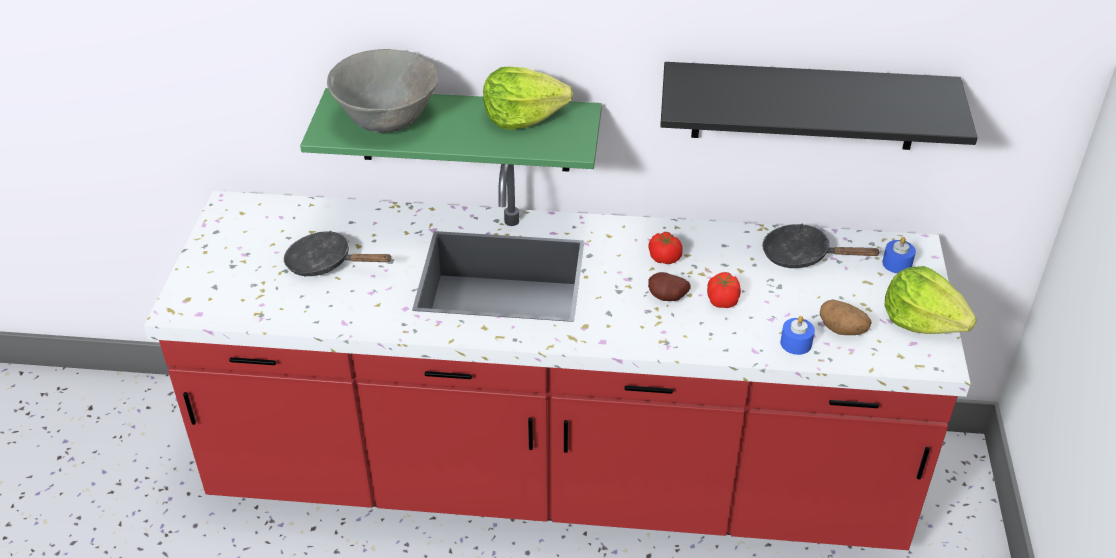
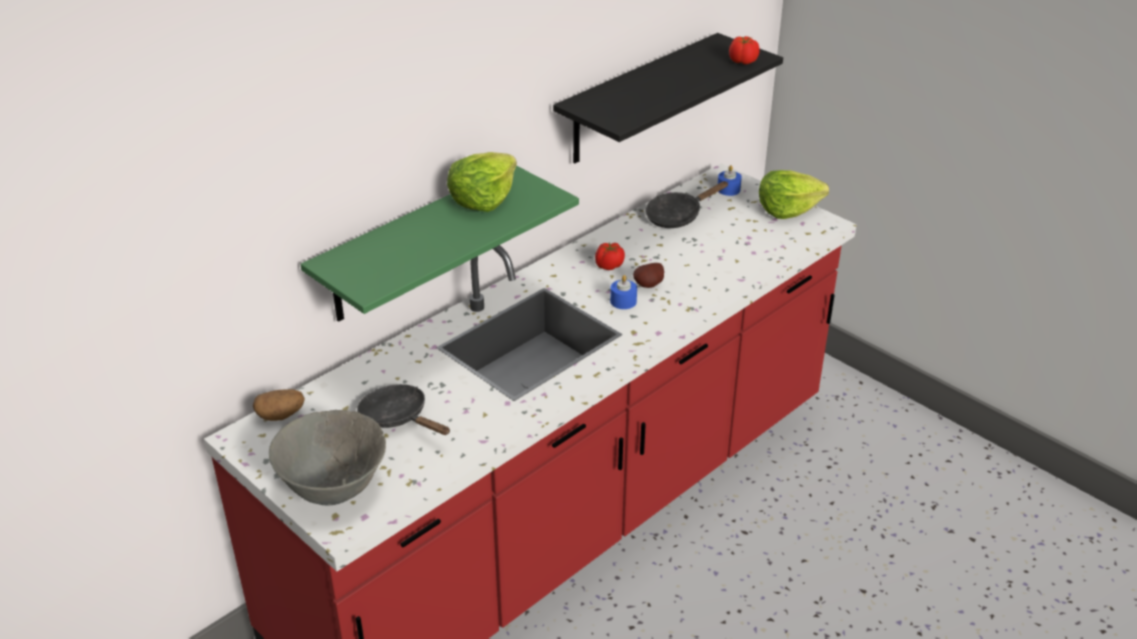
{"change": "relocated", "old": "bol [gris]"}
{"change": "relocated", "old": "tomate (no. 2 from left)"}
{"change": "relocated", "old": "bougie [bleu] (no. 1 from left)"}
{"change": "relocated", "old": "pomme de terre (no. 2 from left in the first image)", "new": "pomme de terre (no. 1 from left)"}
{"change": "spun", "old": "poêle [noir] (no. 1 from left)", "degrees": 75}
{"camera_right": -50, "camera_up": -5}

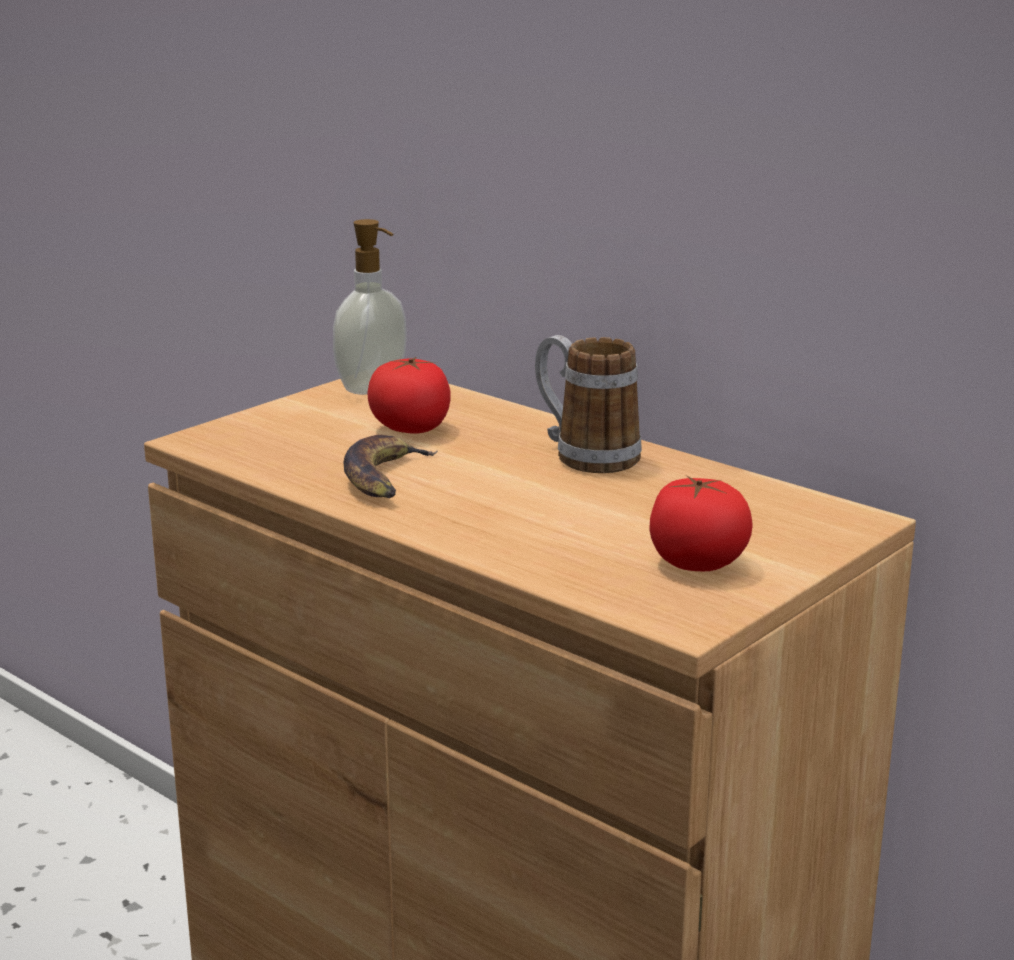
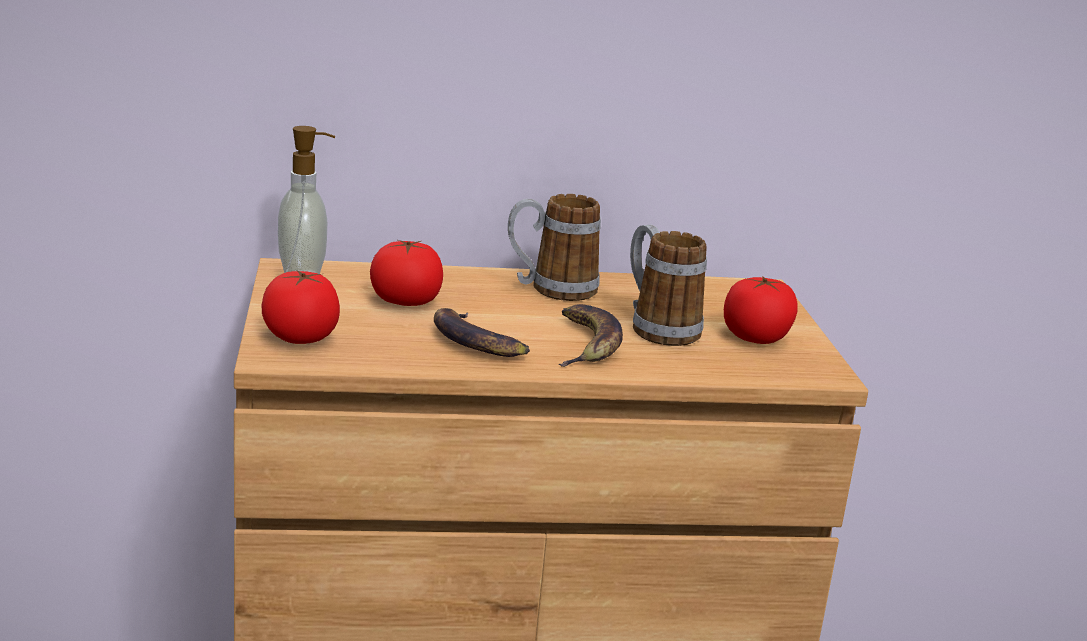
{"change": "appeared", "new": "tomate (no. 1 from left)"}
{"change": "appeared", "new": "banane (no. 2 from left)"}
{"change": "appeared", "new": "mug (no. 2 from left)"}
{"camera_right": -50, "camera_up": 0}

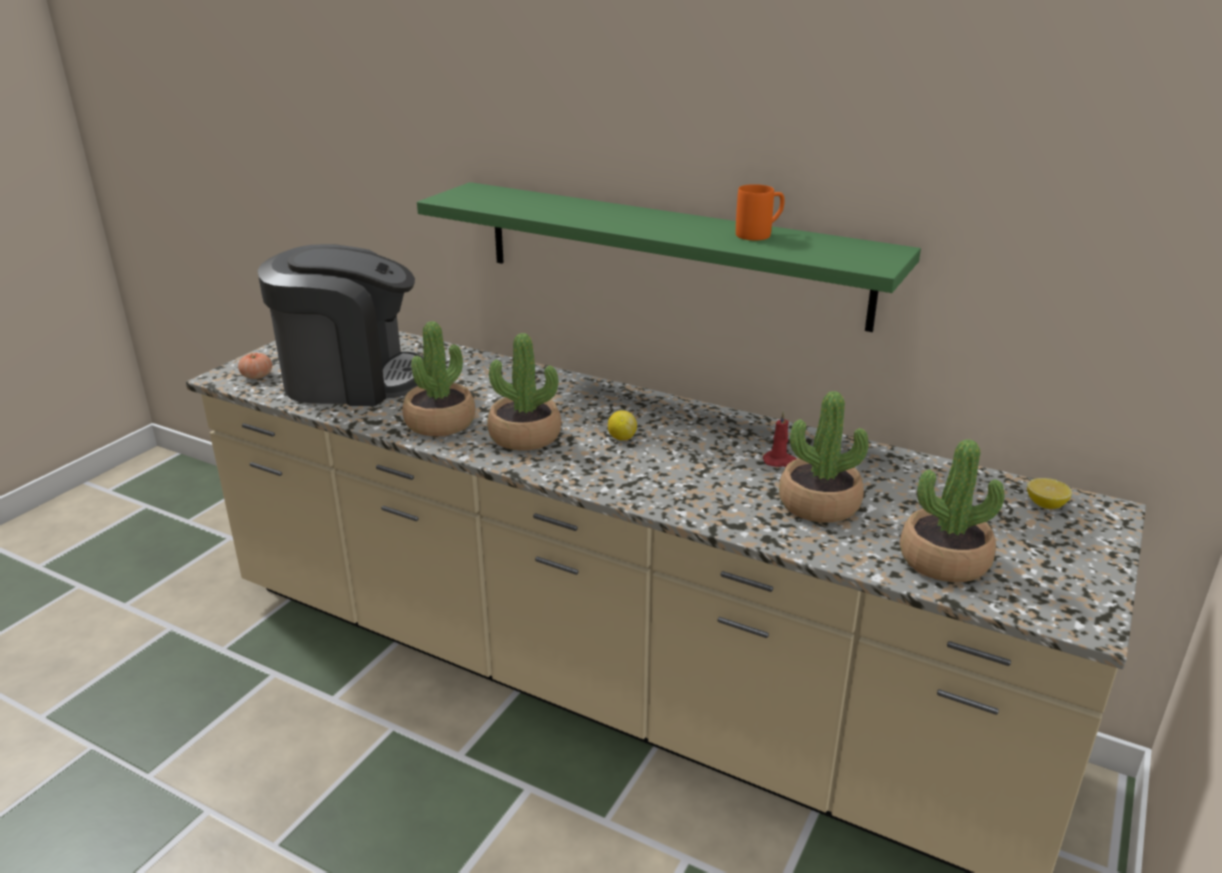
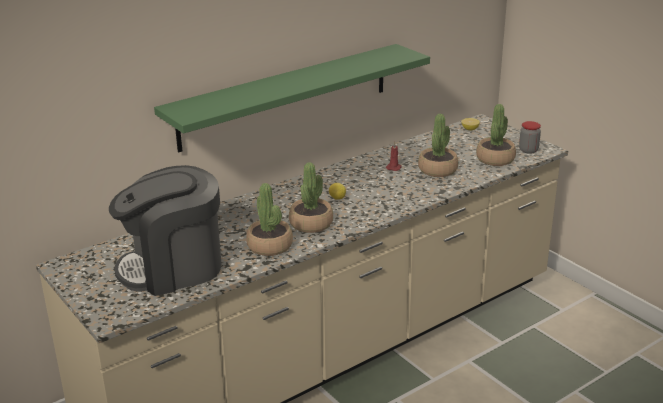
{"change": "missing", "old": "tomate"}
{"change": "missing", "old": "mug [orange]"}
{"change": "appeared", "new": "bocal"}
{"change": "spun", "old": "machine à café", "degrees": -135}
{"camera_right": -65, "camera_up": 0}

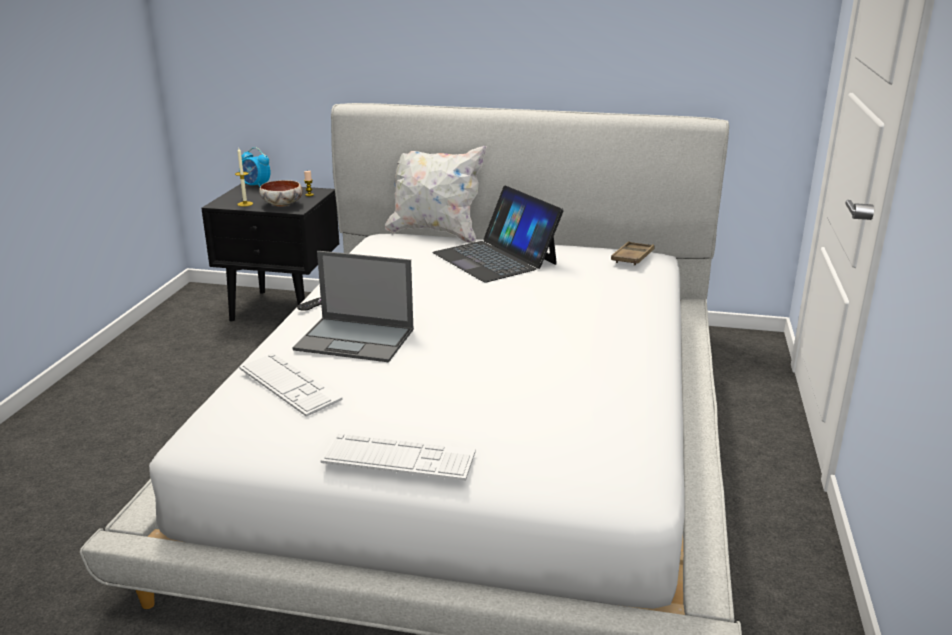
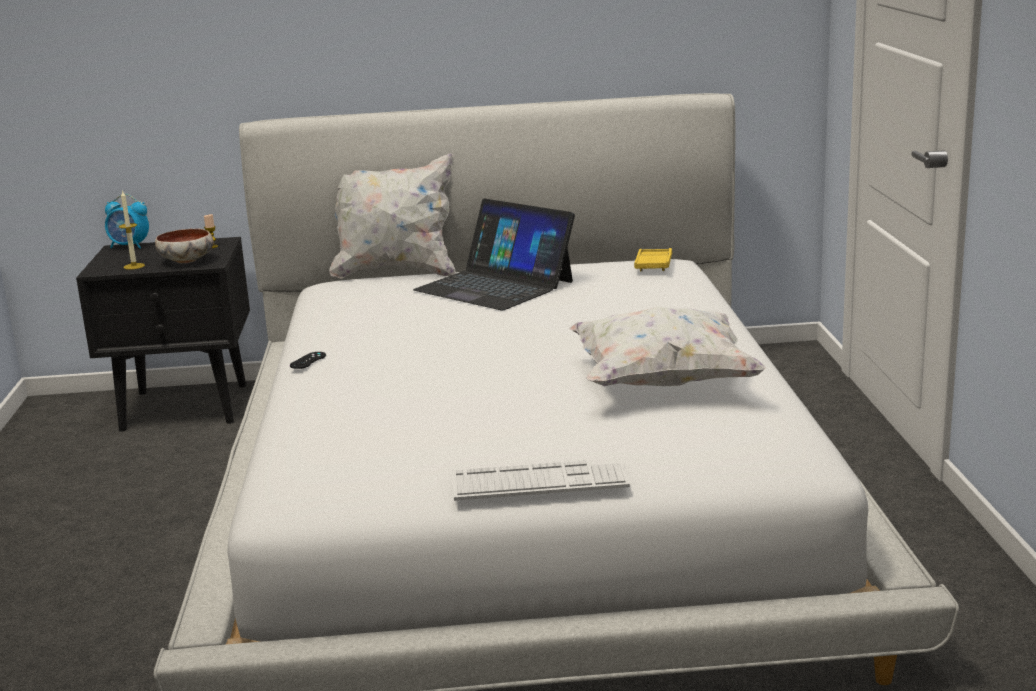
{"change": "missing", "old": "clavier (no. 1 from left)"}
{"change": "missing", "old": "ordinateur portable (no. 1 from left)"}
{"change": "appeared", "new": "coussin [blanc] (no. 2 from left)"}
{"change": "colour", "old": "plateau [marron]", "new": "plateau [jaune]"}
{"camera_right": -15, "camera_up": -5}

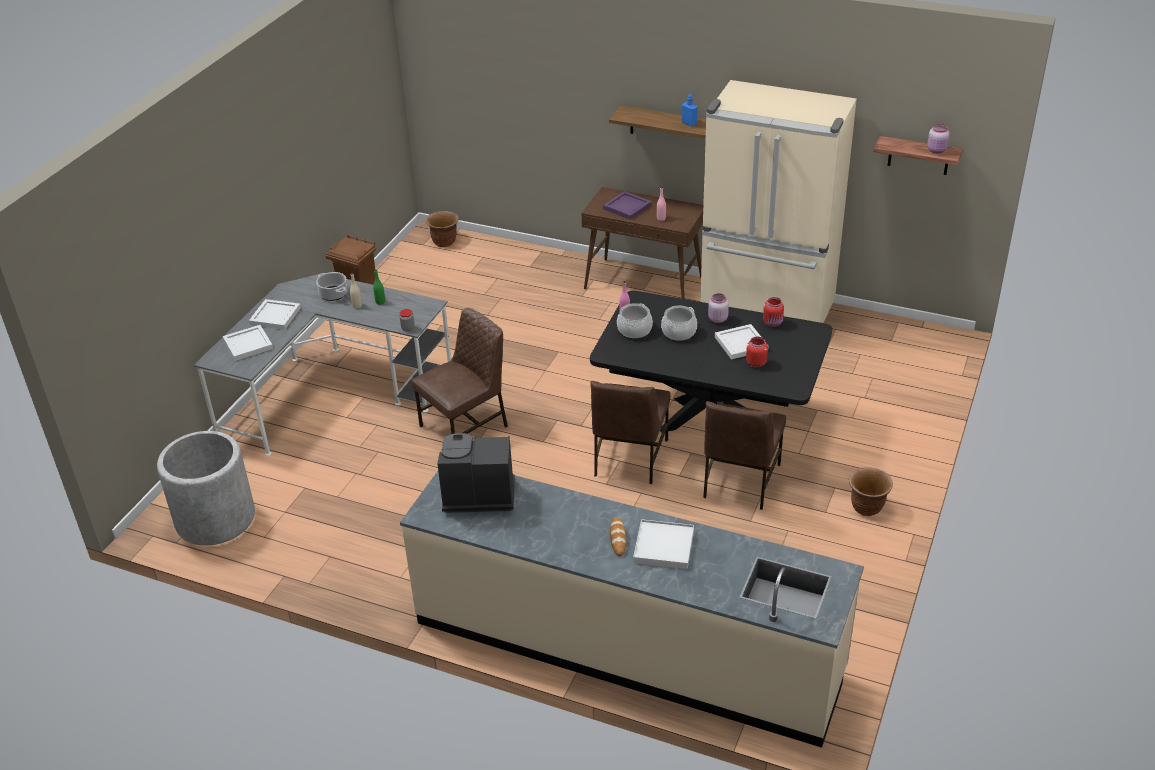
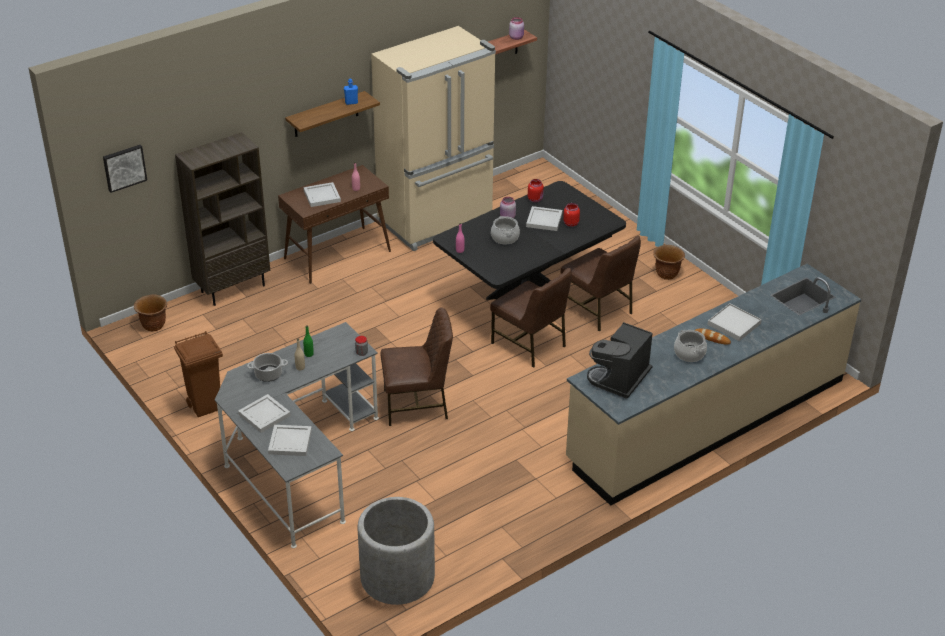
{"change": "appeared", "new": "tableau"}
{"change": "appeared", "new": "bibliothèque [marron]"}
{"change": "relocated", "old": "marmite (no. 2 from left in the first image)", "new": "marmite (no. 3 from left)"}
{"change": "colour", "old": "plateau [violet]", "new": "plateau [blanc] (no. 3 from left)"}
{"change": "spun", "old": "chaise [marron] (no. 1 from left)", "degrees": 90}
{"camera_right": -60, "camera_up": 0}

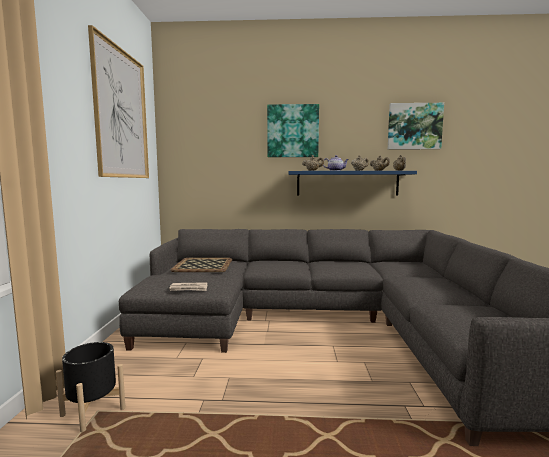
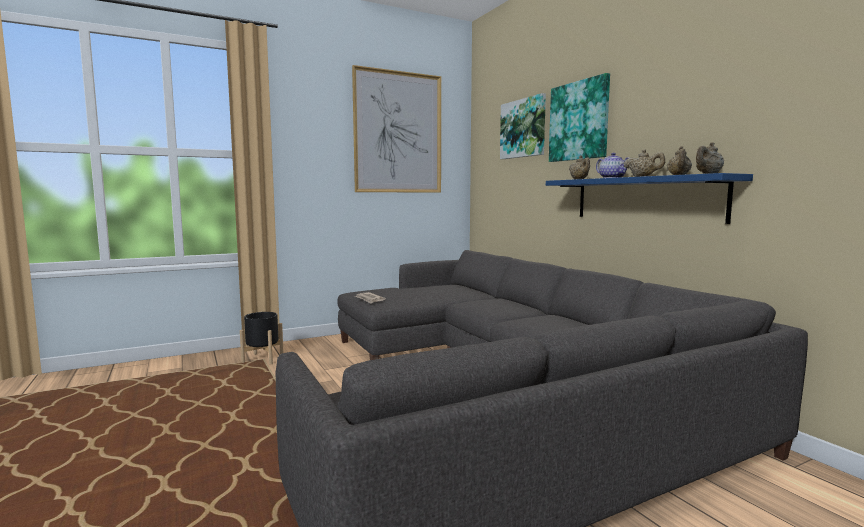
{"change": "missing", "old": "plateau"}
{"change": "relocated", "old": "tableau (no. 3 from left in the first image)", "new": "tableau (no. 2 from left)"}
{"camera_right": 60, "camera_up": 0}

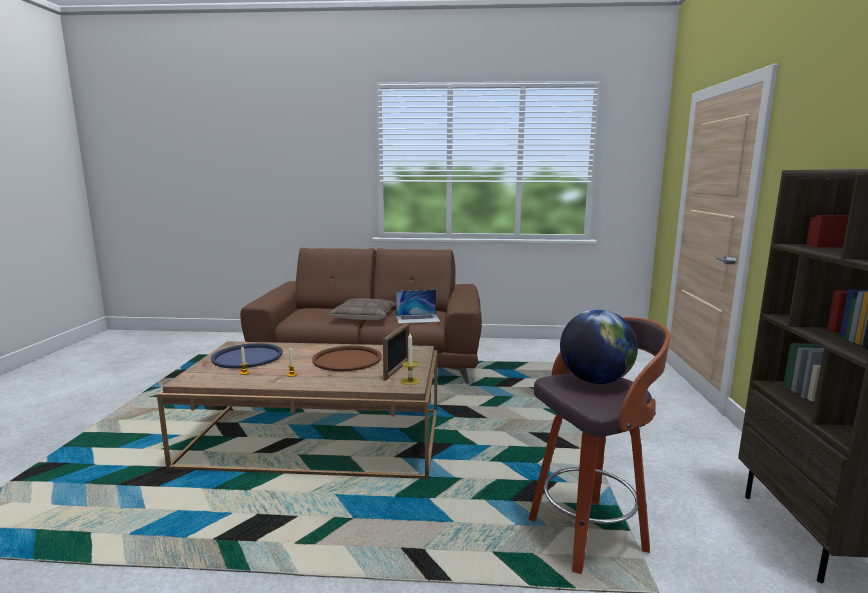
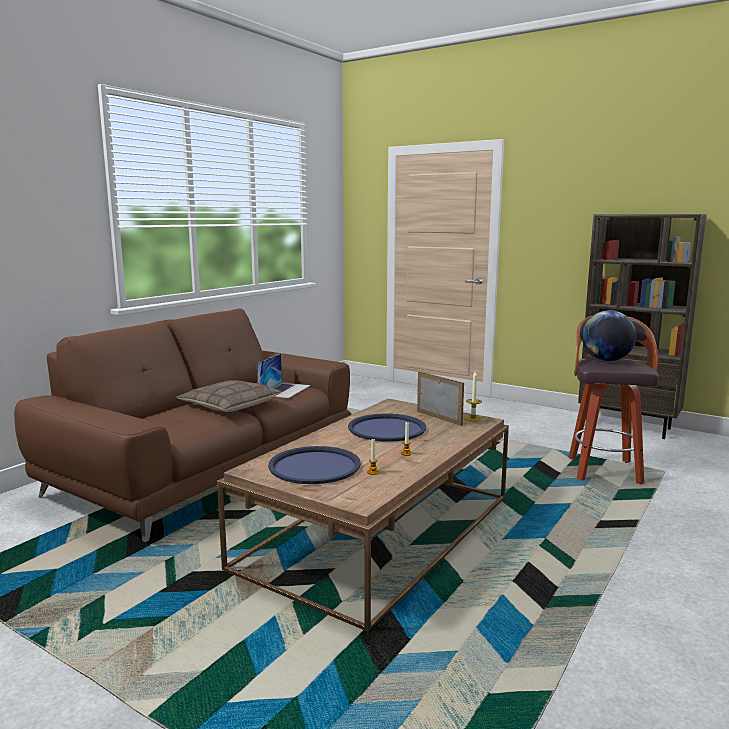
{"change": "colour", "old": "plateau [marron]", "new": "plateau [bleu] (no. 2 from left)"}
{"camera_right": -60, "camera_up": 0}

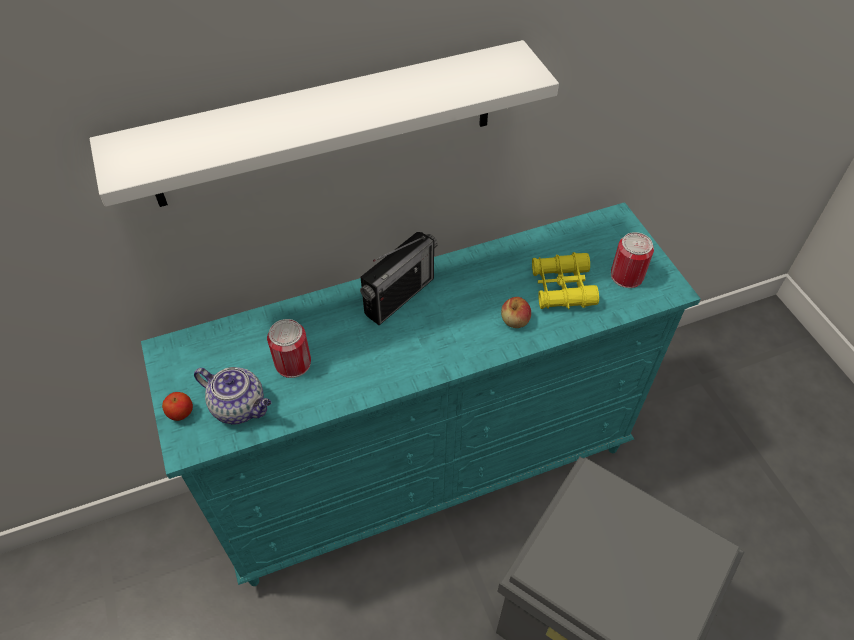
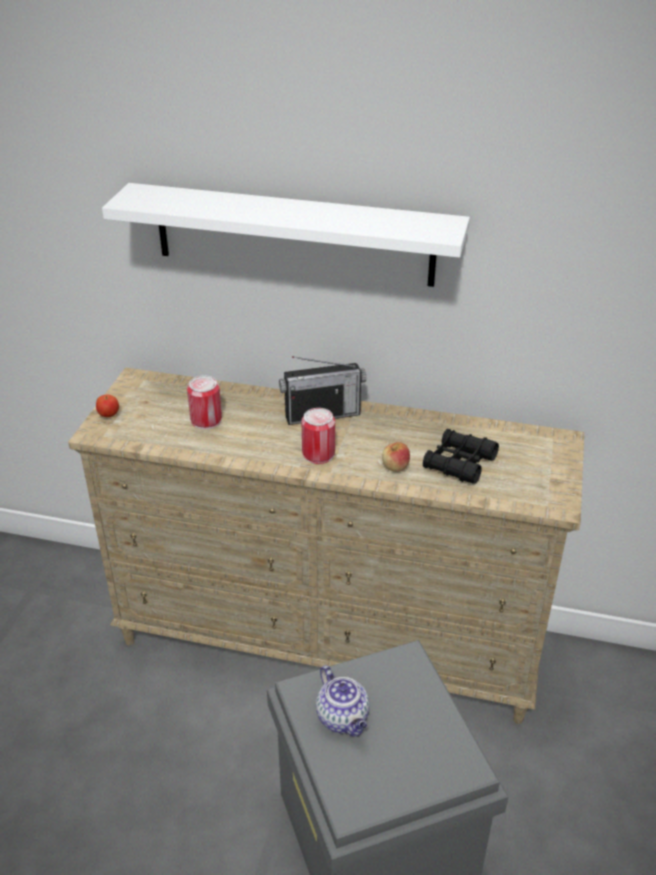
{"change": "relocated", "old": "théière"}
{"change": "relocated", "old": "boîte métallique (no. 2 from left)"}
{"change": "colour", "old": "commode [turquoise]", "new": "commode [beige]"}
{"change": "colour", "old": "jumelles [jaune]", "new": "jumelles [noir]"}
{"camera_right": 35, "camera_up": -15}

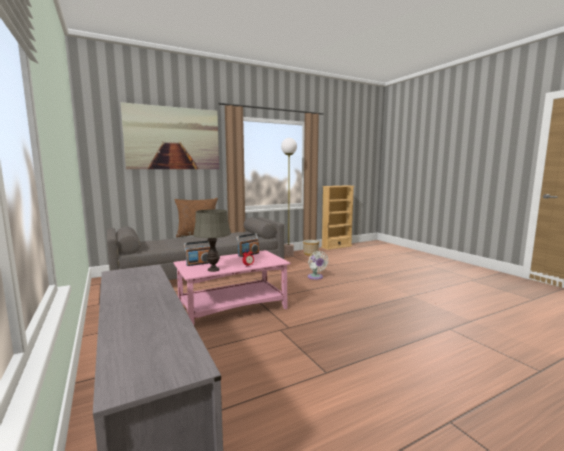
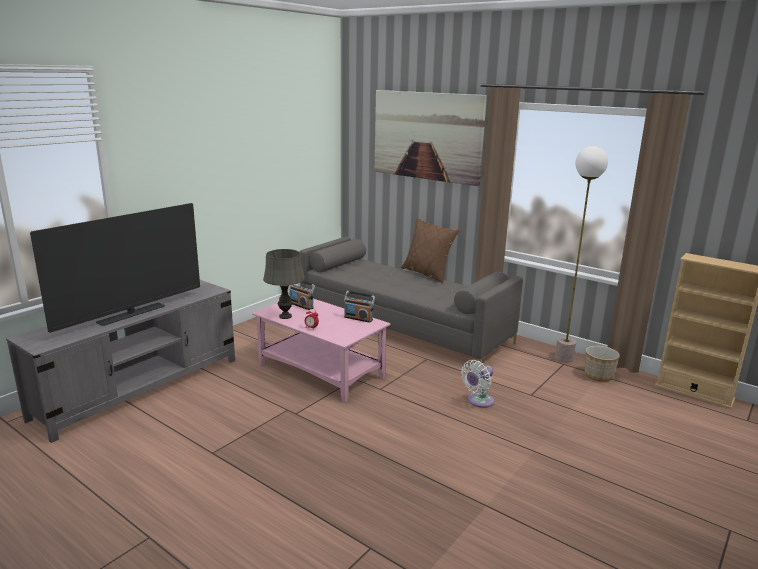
{"change": "appeared", "new": "téléviseur"}
{"camera_right": 65, "camera_up": 10}

